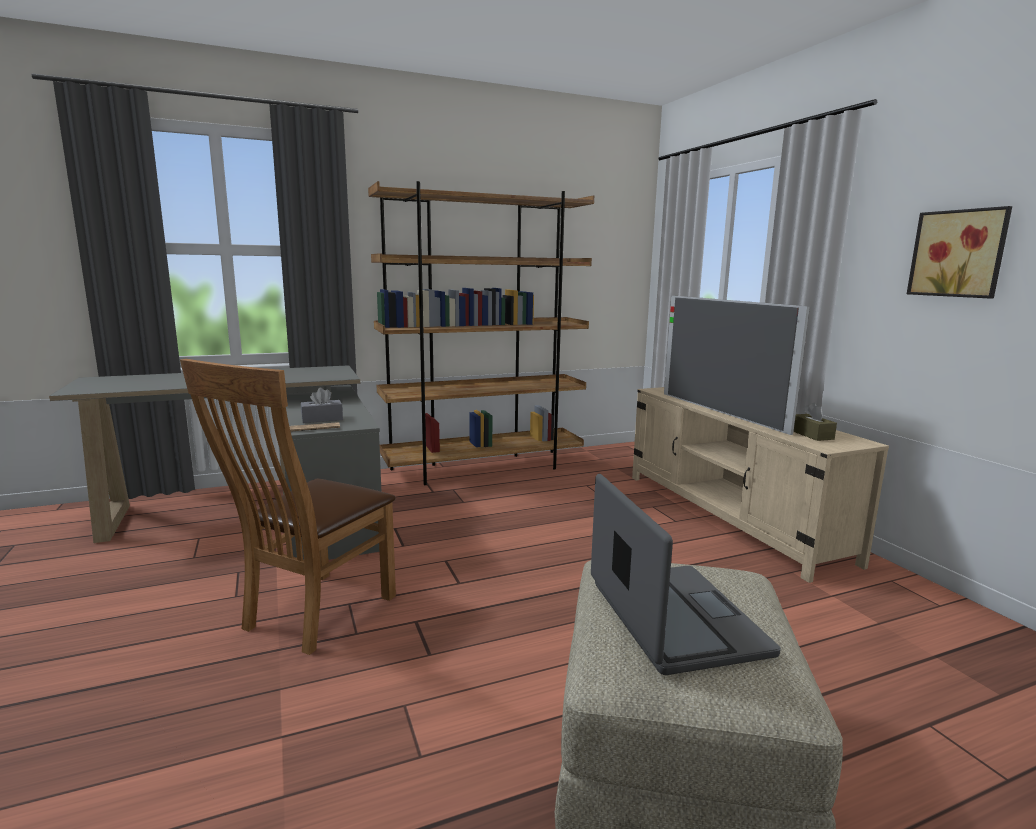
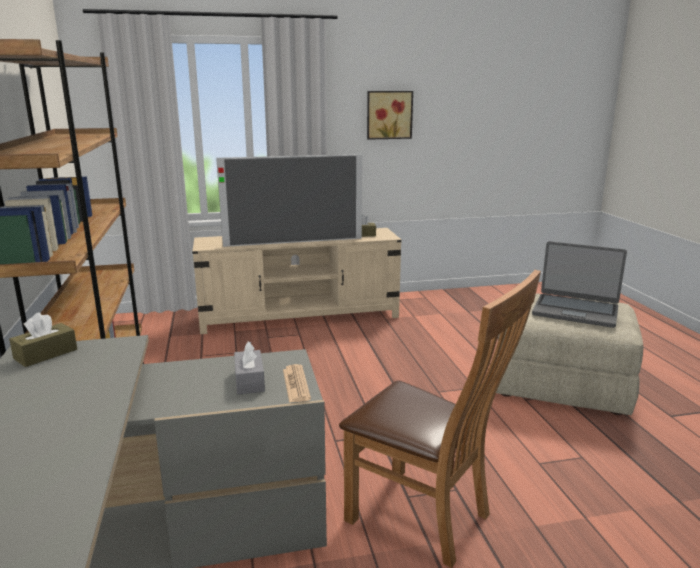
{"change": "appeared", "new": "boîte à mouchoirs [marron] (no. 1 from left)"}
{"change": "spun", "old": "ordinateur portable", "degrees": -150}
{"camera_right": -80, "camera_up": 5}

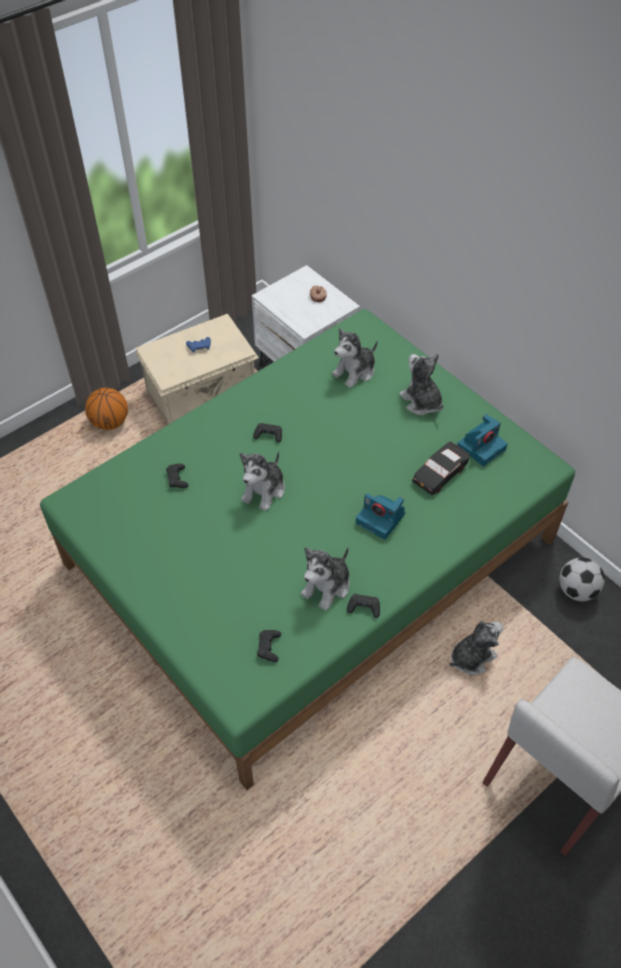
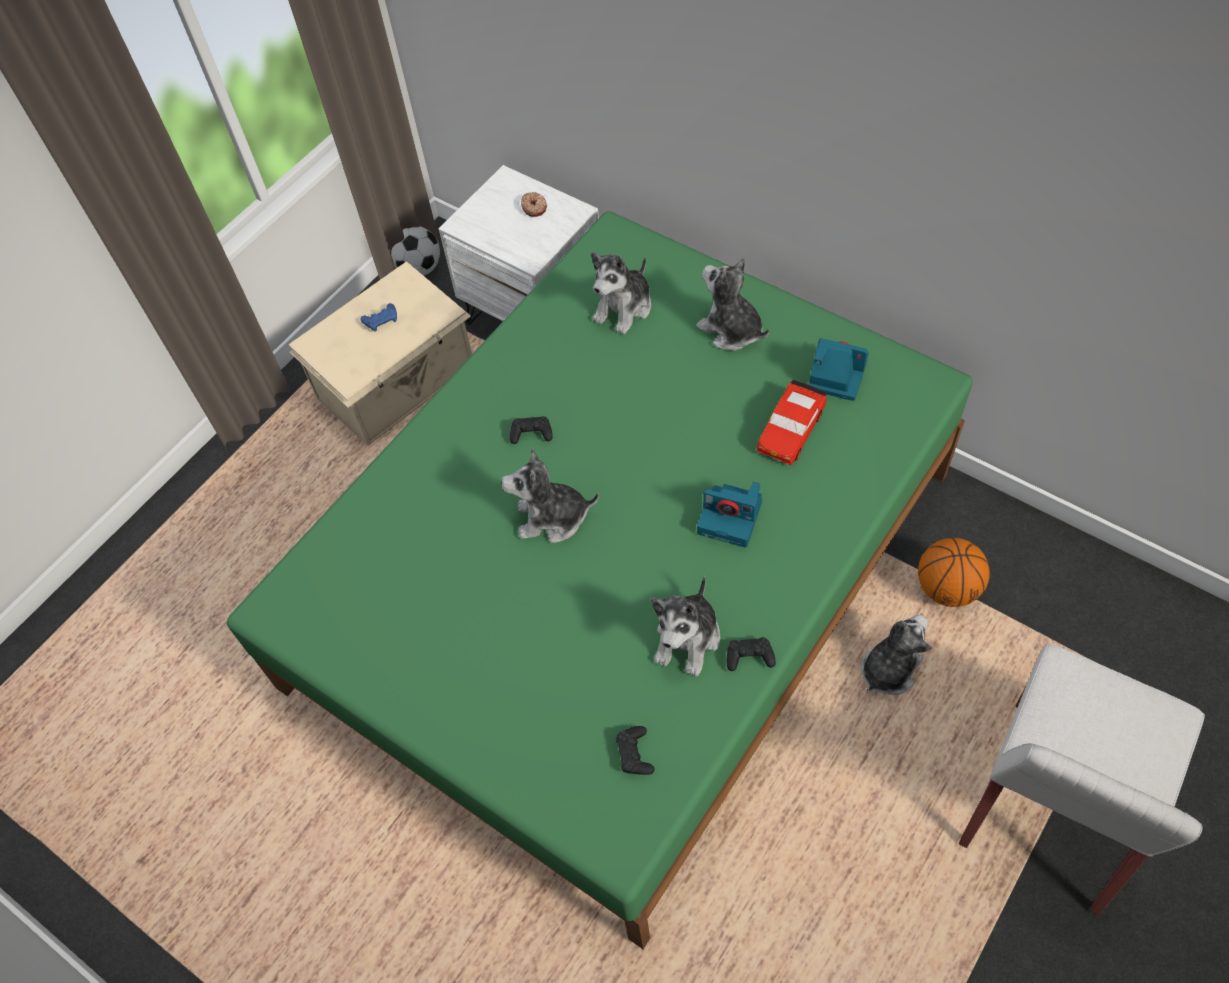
{"change": "missing", "old": "manette [noir] (no. 1 from left)"}
{"change": "relocated", "old": "ballon de basket"}
{"change": "relocated", "old": "ballon de foot"}
{"change": "colour", "old": "petite voiture [noir]", "new": "petite voiture [rouge]"}
{"change": "spun", "old": "peluche (no. 1 from left)", "degrees": 75}
{"change": "spun", "old": "appareil photo (no. 2 from left)", "degrees": -105}
{"camera_right": -10, "camera_up": 5}

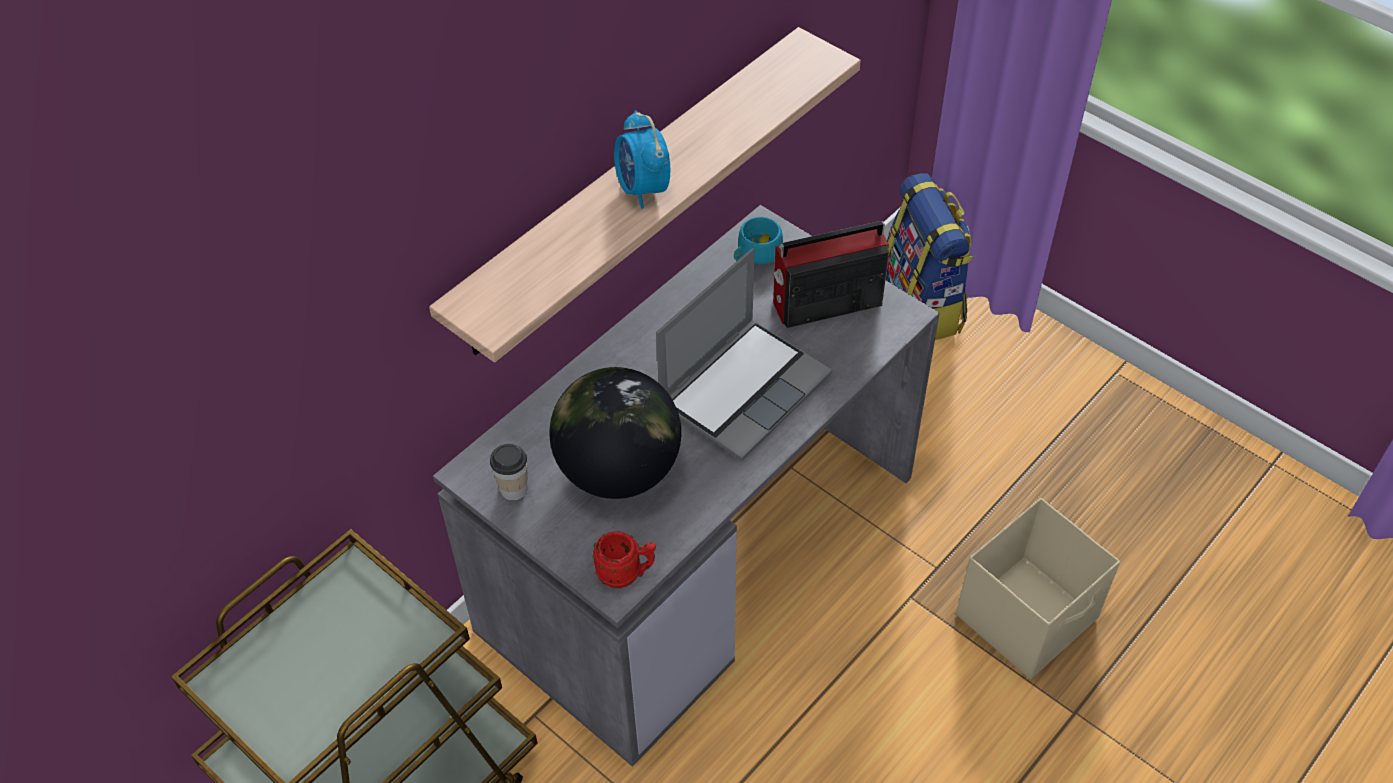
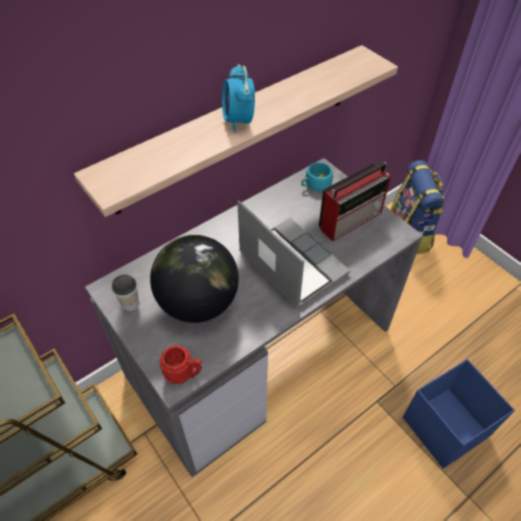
{"change": "colour", "old": "boîte de rangement [beige]", "new": "boîte de rangement [bleu]"}
{"change": "spun", "old": "ordinateur portable", "degrees": -90}
{"change": "spun", "old": "radio", "degrees": 150}
{"camera_right": 10, "camera_up": 0}

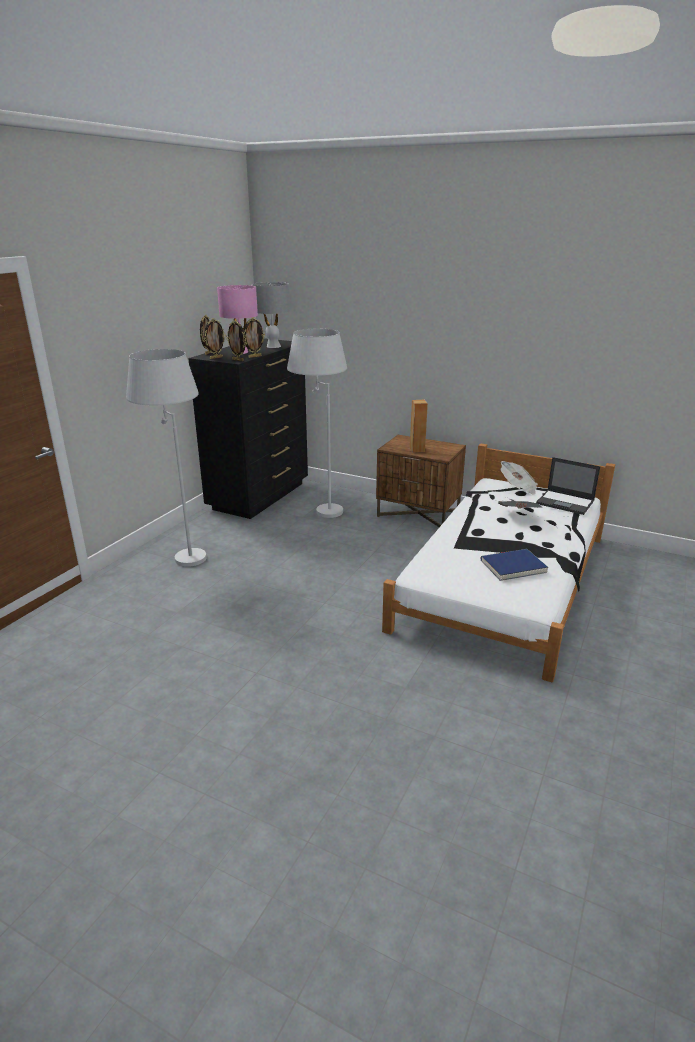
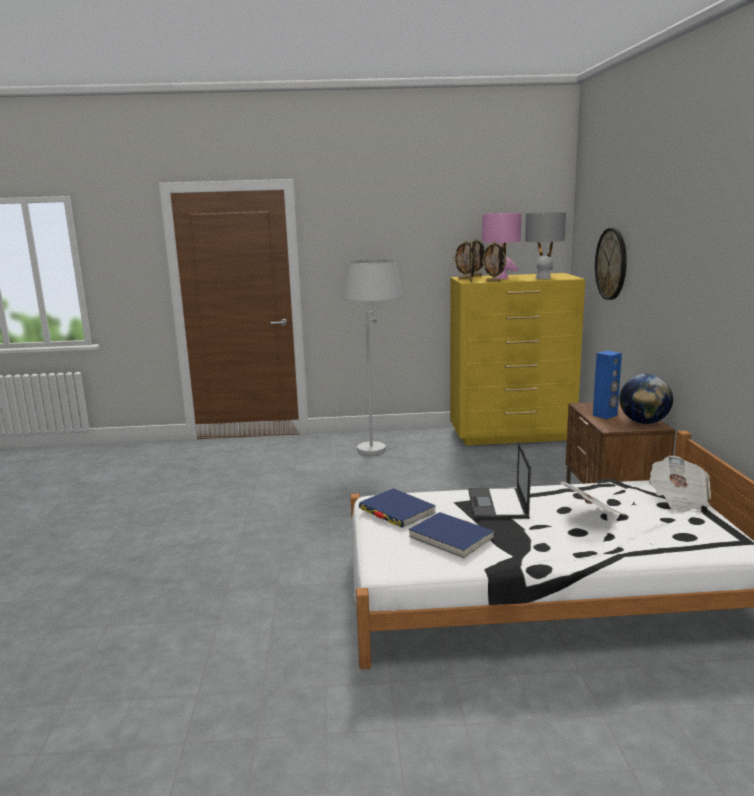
{"change": "missing", "old": "lampadaire [blanc] (no. 2 from left)"}
{"change": "appeared", "new": "livre [bleu] (no. 1 from left)"}
{"change": "appeared", "new": "horloge murale"}
{"change": "appeared", "new": "globe"}
{"change": "relocated", "old": "ordinateur portable"}
{"change": "colour", "old": "commode [noir]", "new": "commode [jaune]"}
{"change": "colour", "old": "enceinte [marron]", "new": "enceinte [bleu]"}
{"camera_right": 60, "camera_up": -10}

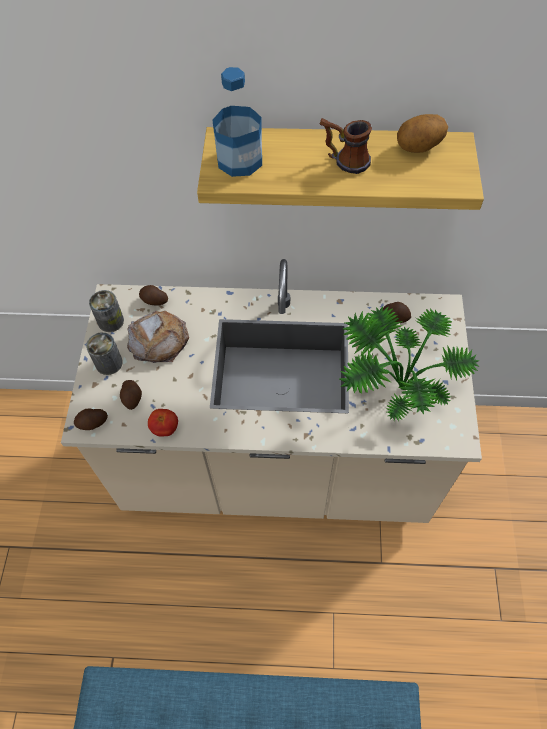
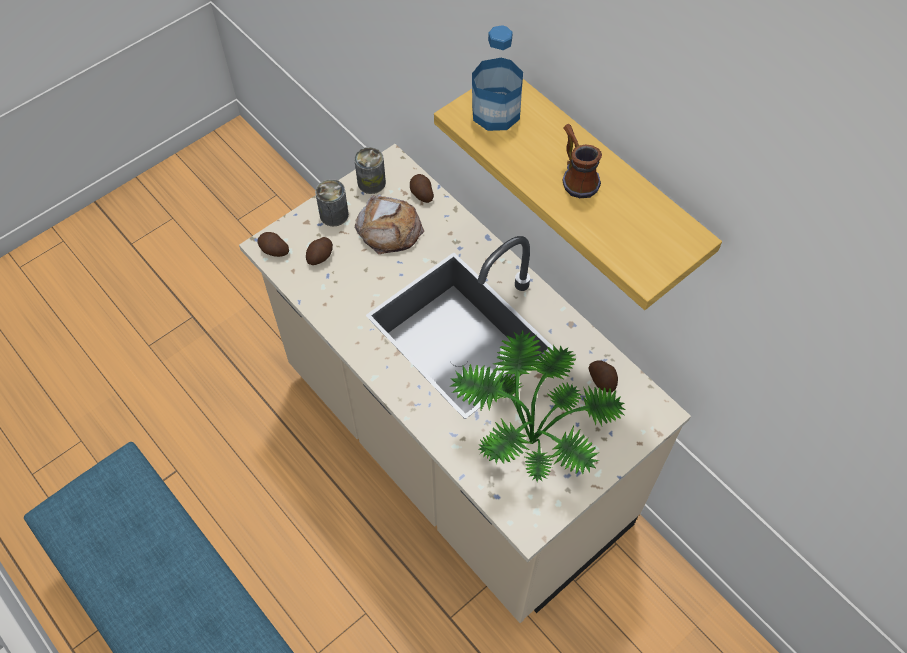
{"change": "missing", "old": "tomate"}
{"change": "missing", "old": "pomme de terre (no. 5 from left)"}
{"camera_right": 45, "camera_up": 0}

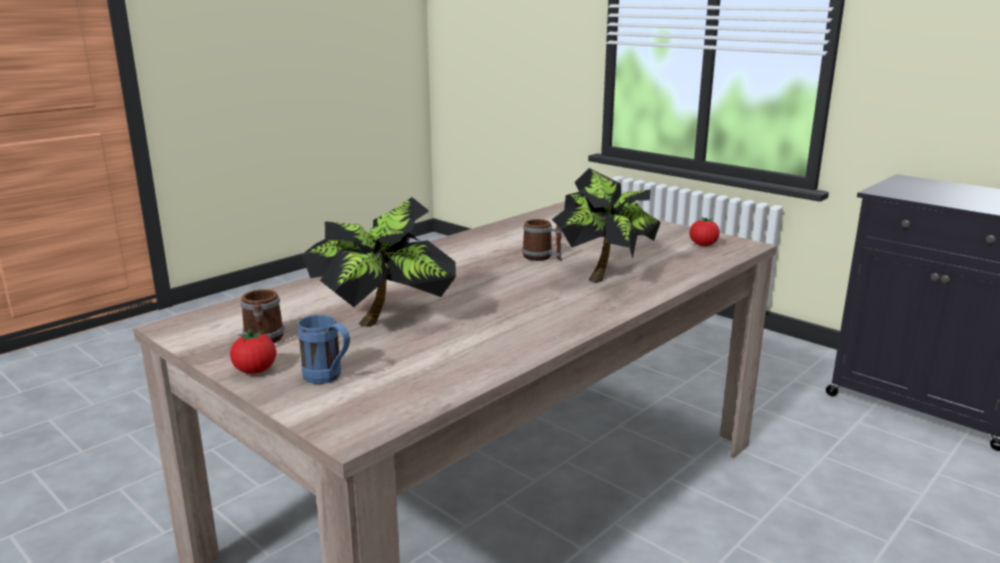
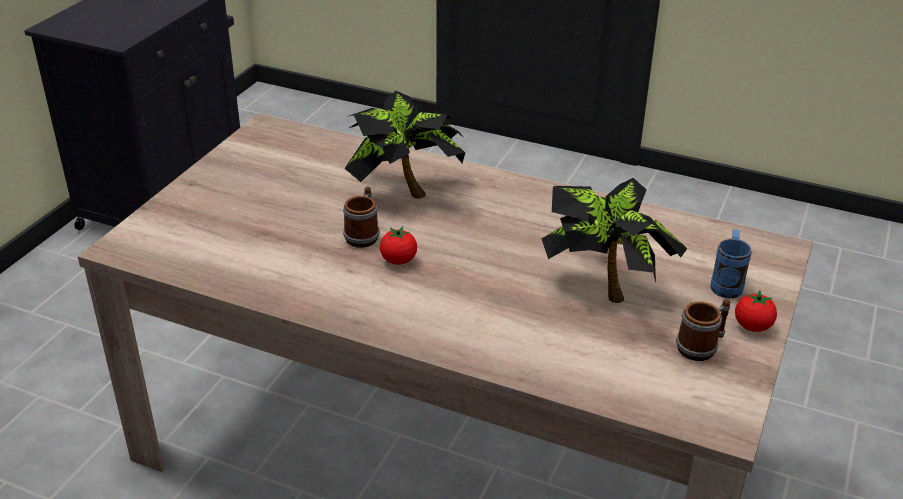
{"change": "relocated", "old": "tomate (no. 2 from left in the first image)", "new": "tomate (no. 1 from left)"}
{"camera_right": -110, "camera_up": 15}

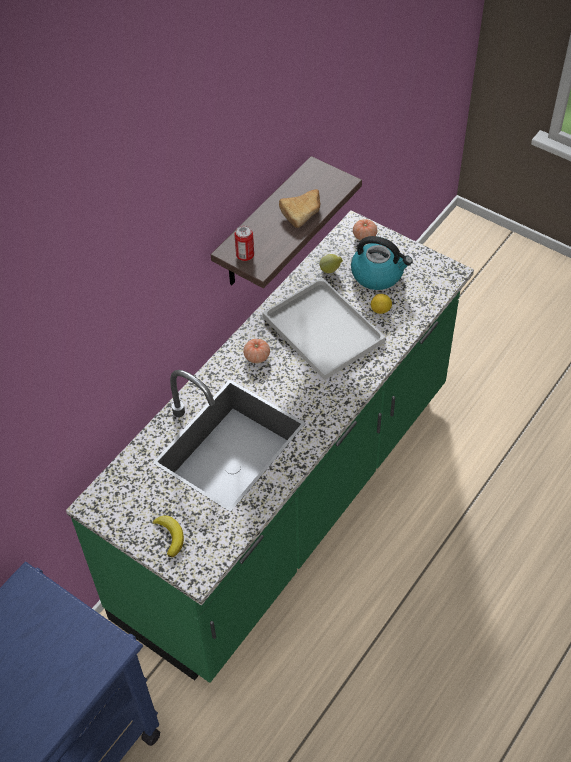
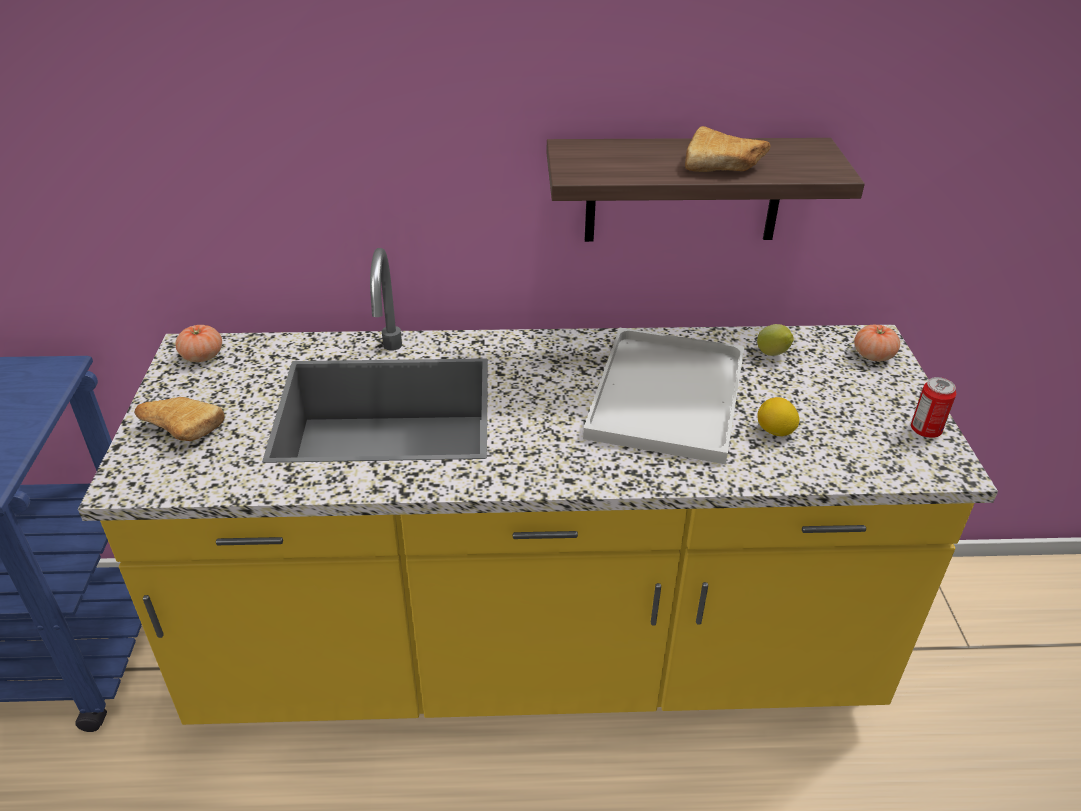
{"change": "missing", "old": "bouilloire"}
{"change": "relocated", "old": "boîte métallique"}
{"change": "relocated", "old": "tomate (no. 1 from left)"}
{"change": "exchanged", "old": "banane", "new": "pain (no. 1 from left)"}
{"change": "colour", "old": "comptoir de cuisine [vert]", "new": "comptoir de cuisine [jaune]"}
{"camera_right": 50, "camera_up": -15}

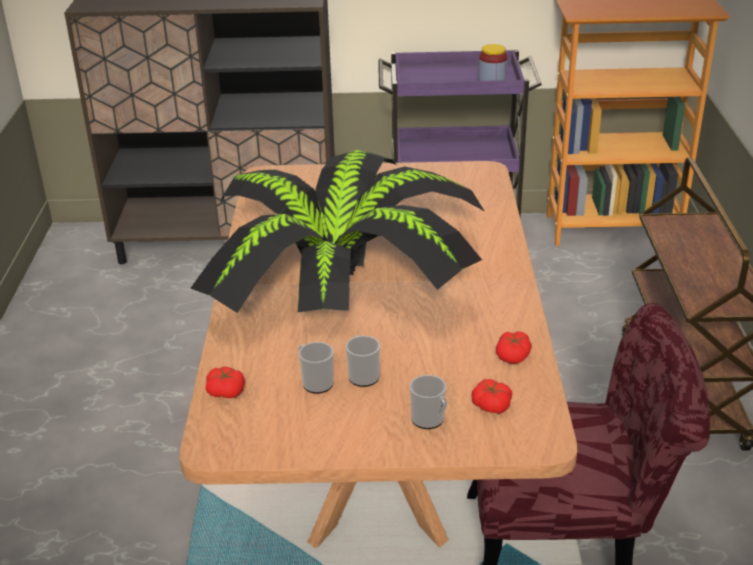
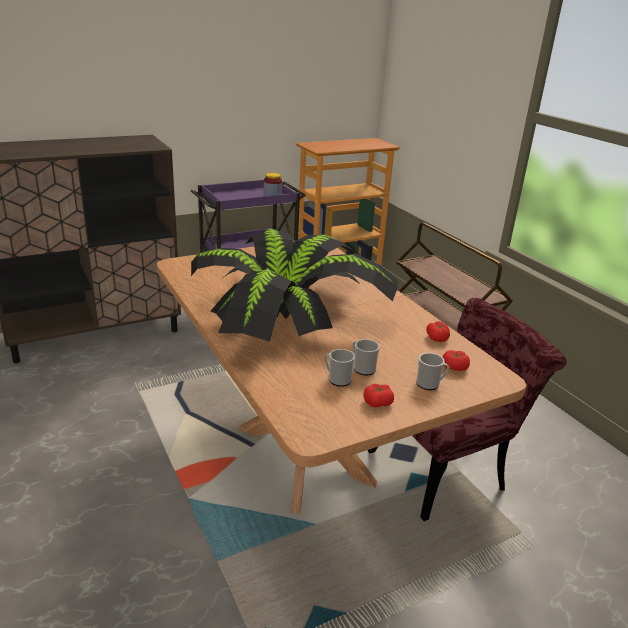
{"change": "relocated", "old": "tomate (no. 1 from left)"}
{"camera_right": -30, "camera_up": -5}

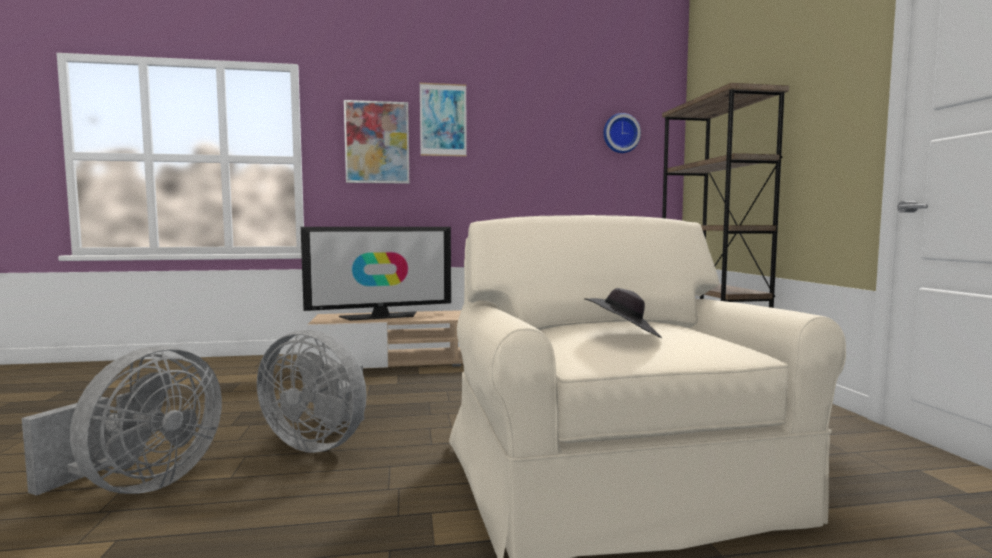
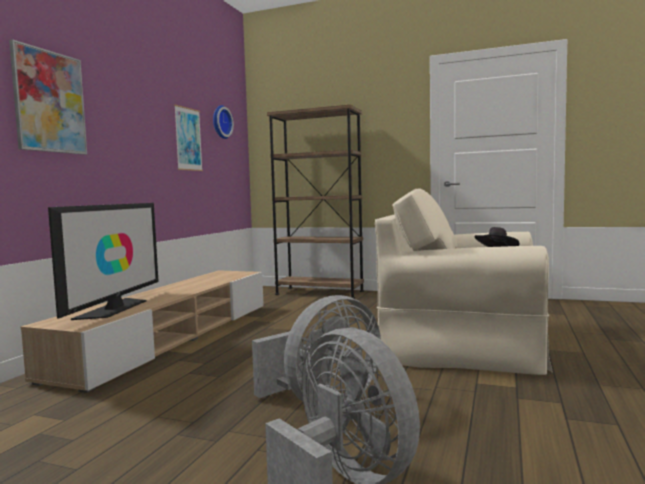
{"change": "relocated", "old": "tableau (no. 2 from left)"}
{"camera_right": -60, "camera_up": 0}

